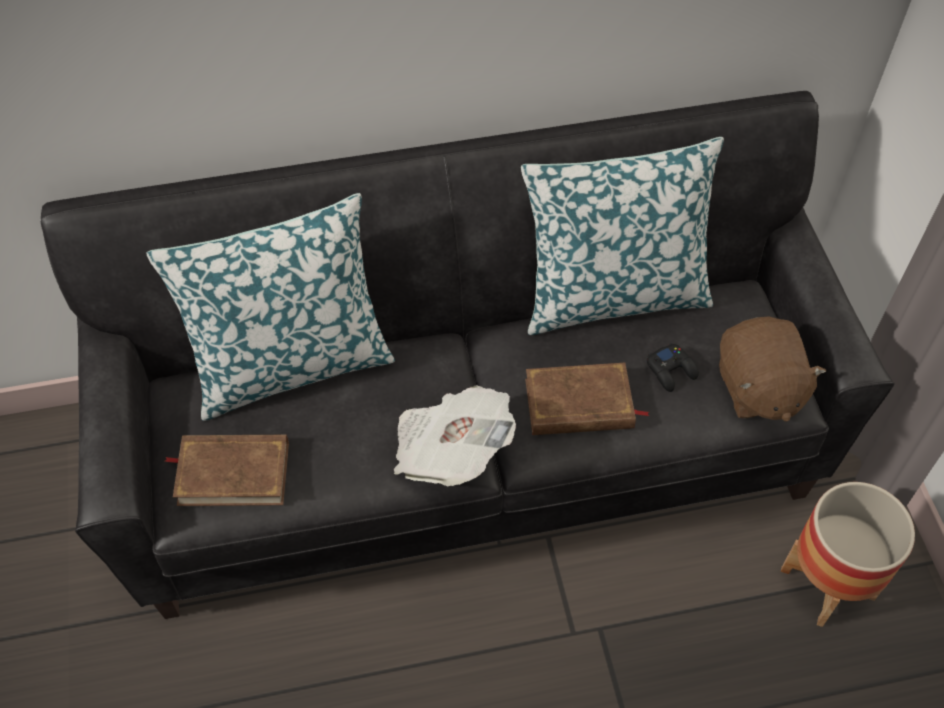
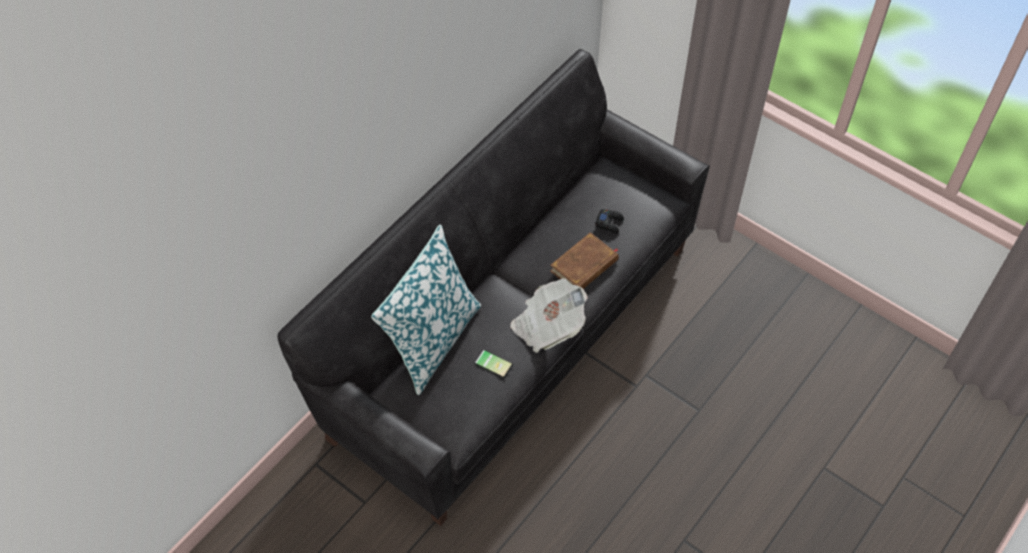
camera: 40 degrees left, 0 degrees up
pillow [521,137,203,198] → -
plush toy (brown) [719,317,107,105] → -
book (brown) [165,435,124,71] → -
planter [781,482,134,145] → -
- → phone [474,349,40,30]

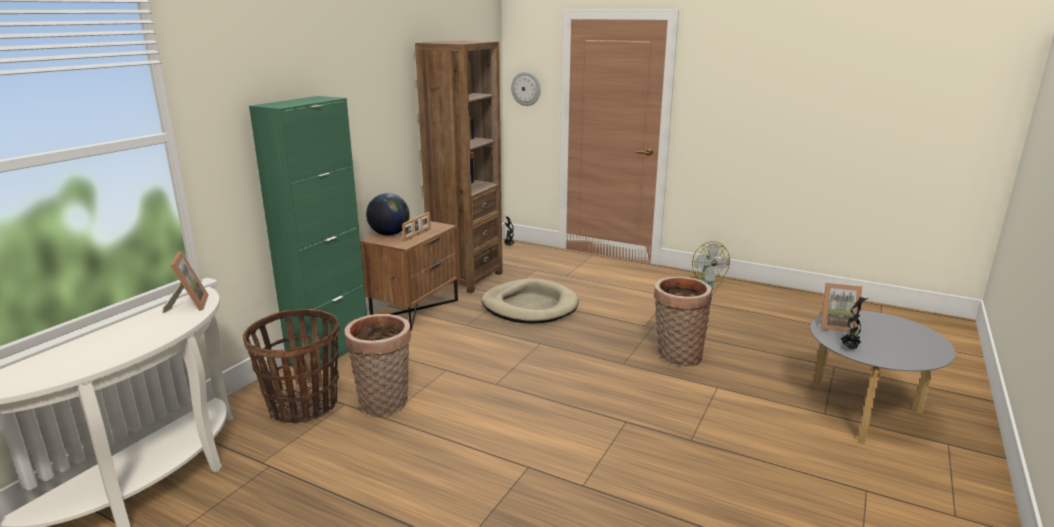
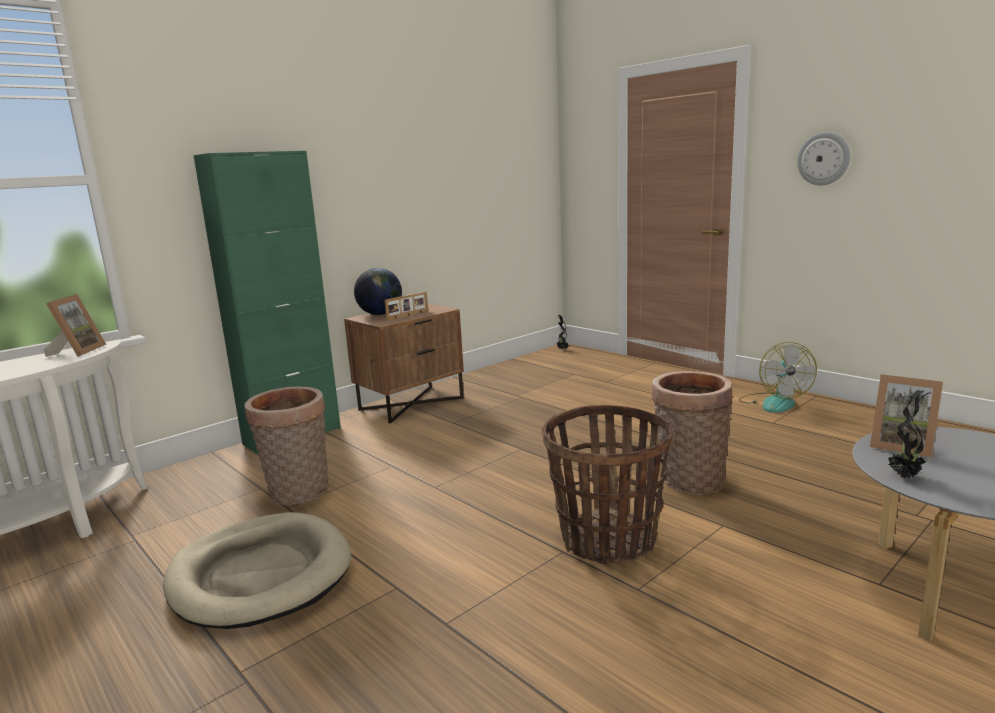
camera: 20 degrees right, 5 degrees down
bookcase (brown) [415,40,88,253] → -
wall clock [511,72,30,34] → wall clock [797,132,53,53], moved
dog bed (beige) [481,279,98,45] → dog bed (beige) [163,512,188,117], moved
basket [243,309,97,114] → basket [542,405,132,159], moved

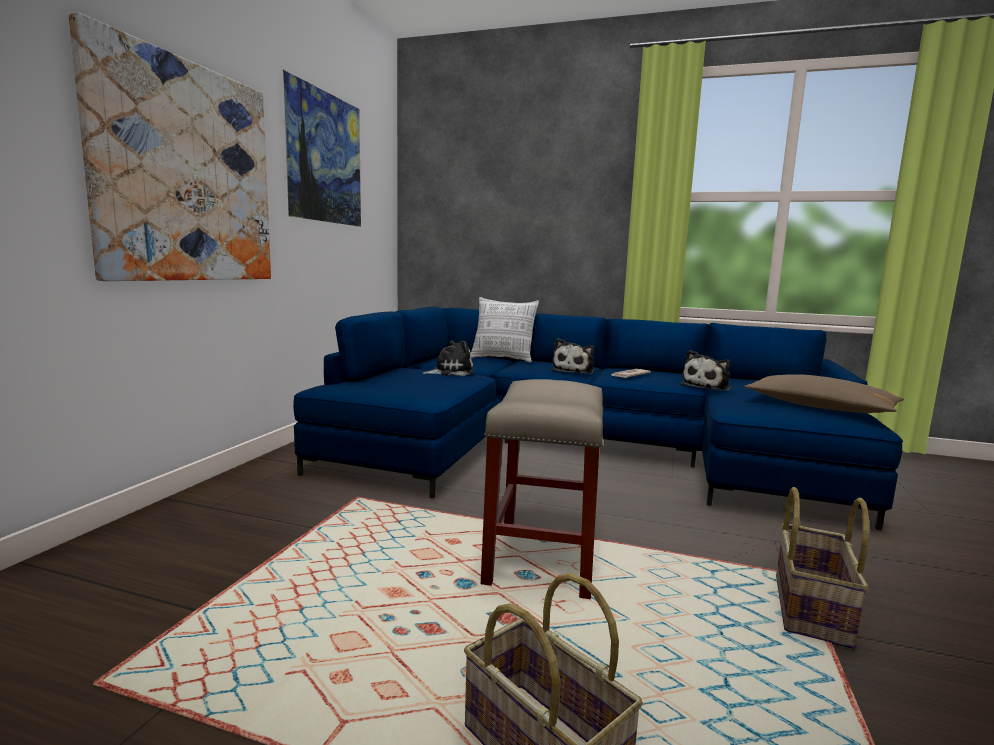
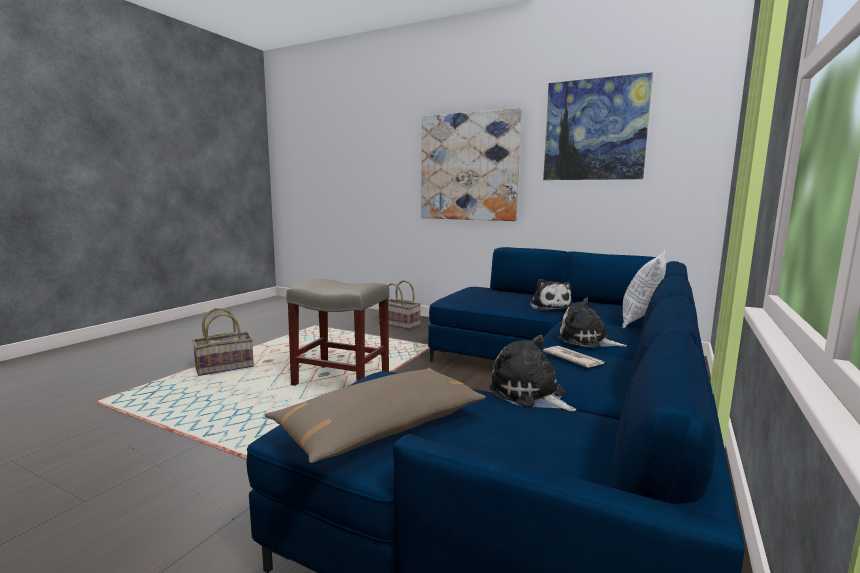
camera: 100 degrees right, 0 degrees up
basket [776,487,93,162] → basket [379,280,42,50], moved

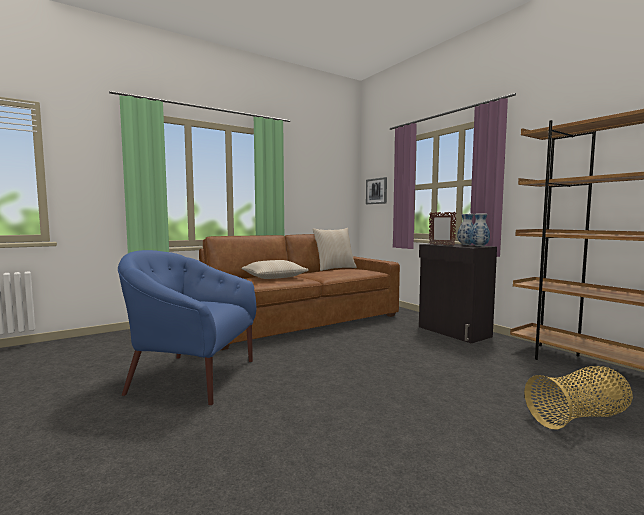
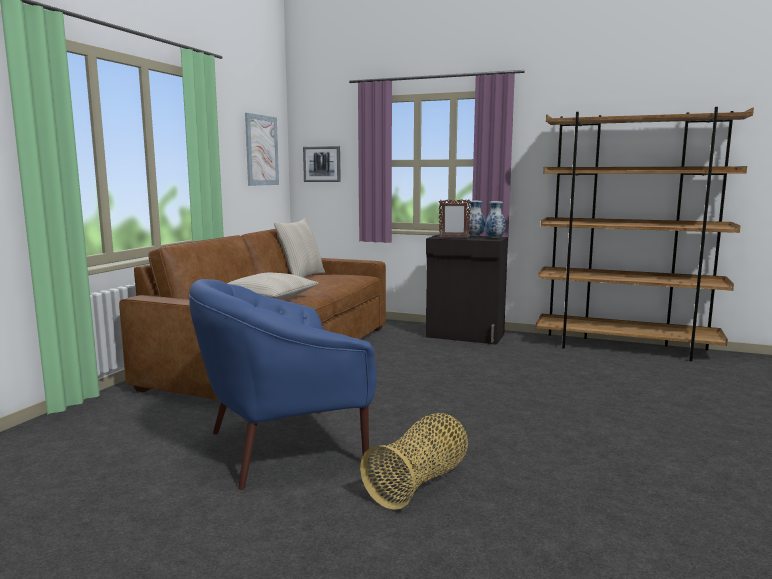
camera: 35 degrees left, 5 degrees up
basket [524,366,109,63] → basket [360,413,108,97], moved
- → picture [245,113,34,73]

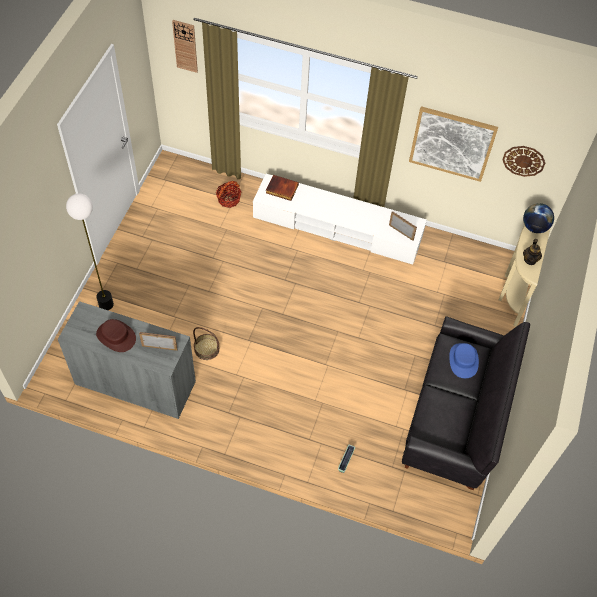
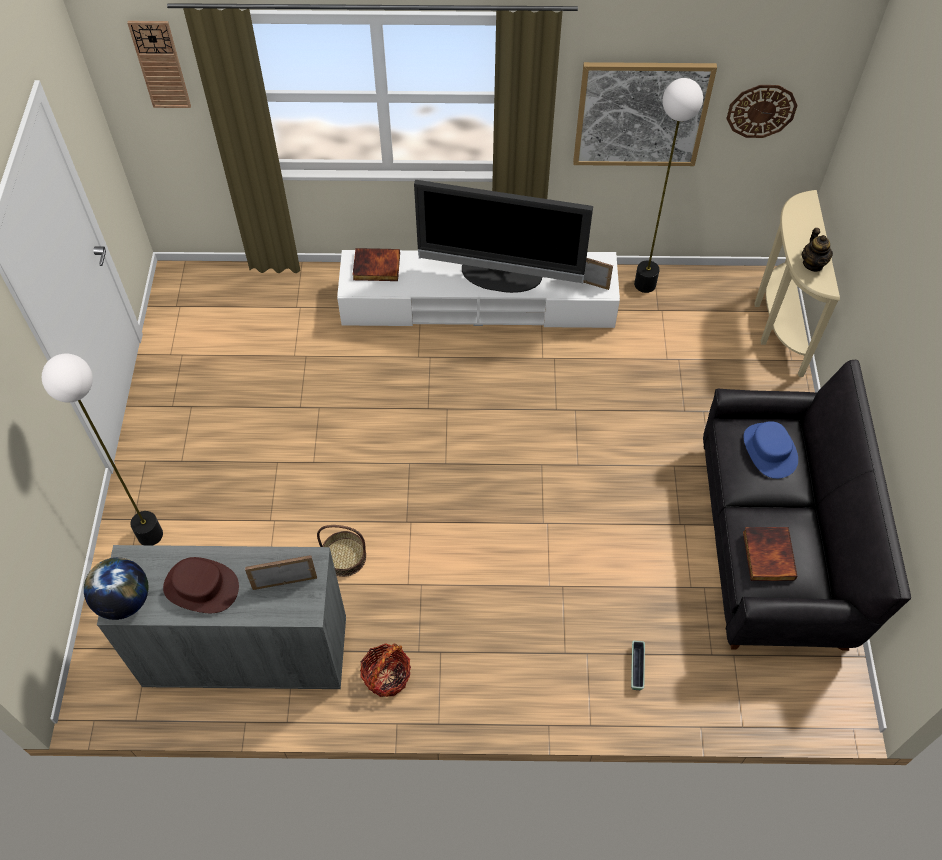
camera: 15 degrees left, 0 degrees up
basket [216,181,25,27] → basket [360,643,51,54], moved
globe [523,203,31,30] → globe [84,557,64,63], moved
- → floor lamp [634,78,69,215]
- → television [414,180,179,113]
- → book [743,527,54,54]

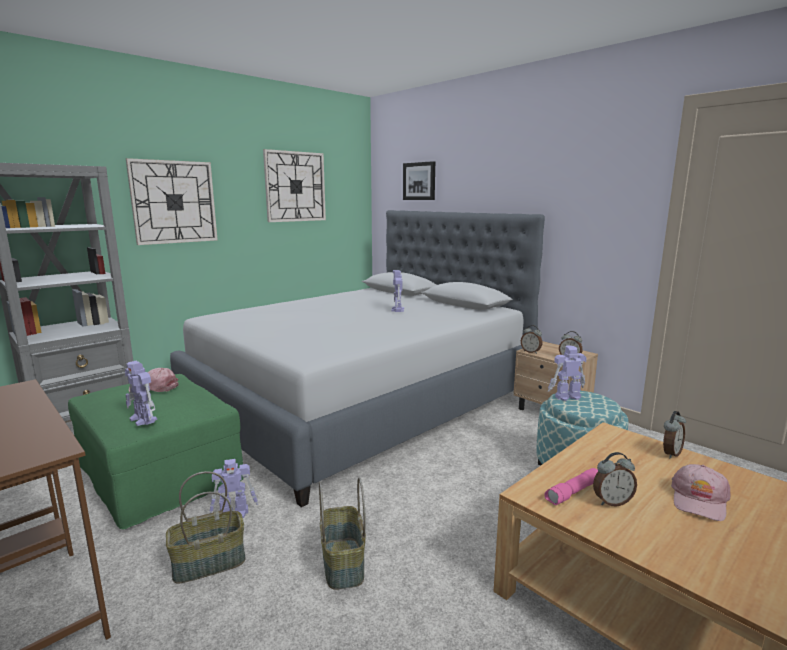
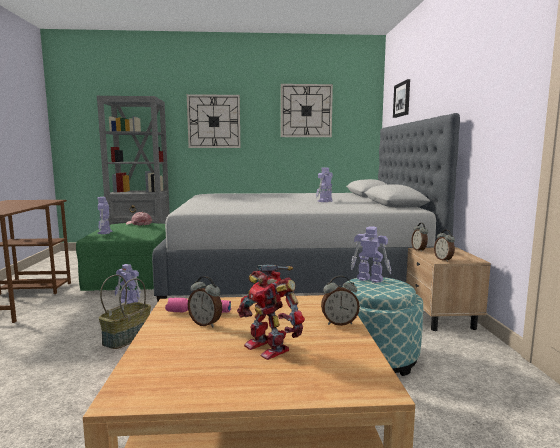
camera: 40 degrees right, 5 degrees down
cap (pink) [671,464,59,57] → toy robot [237,265,68,95]
basket [166,471,79,112] → -

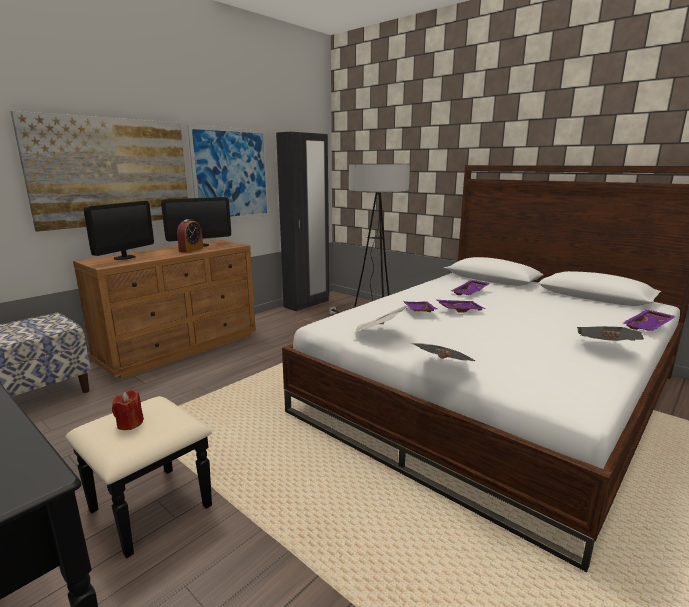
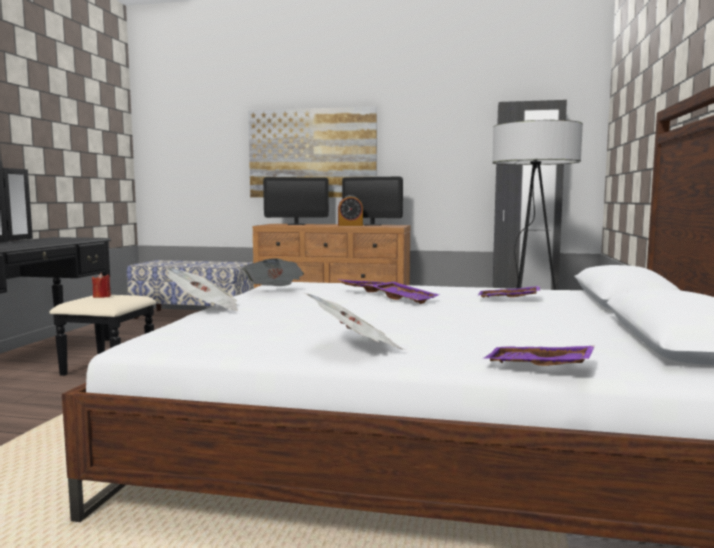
camera: 60 degrees right, 10 degrees down
picture [187,125,83,95] → -

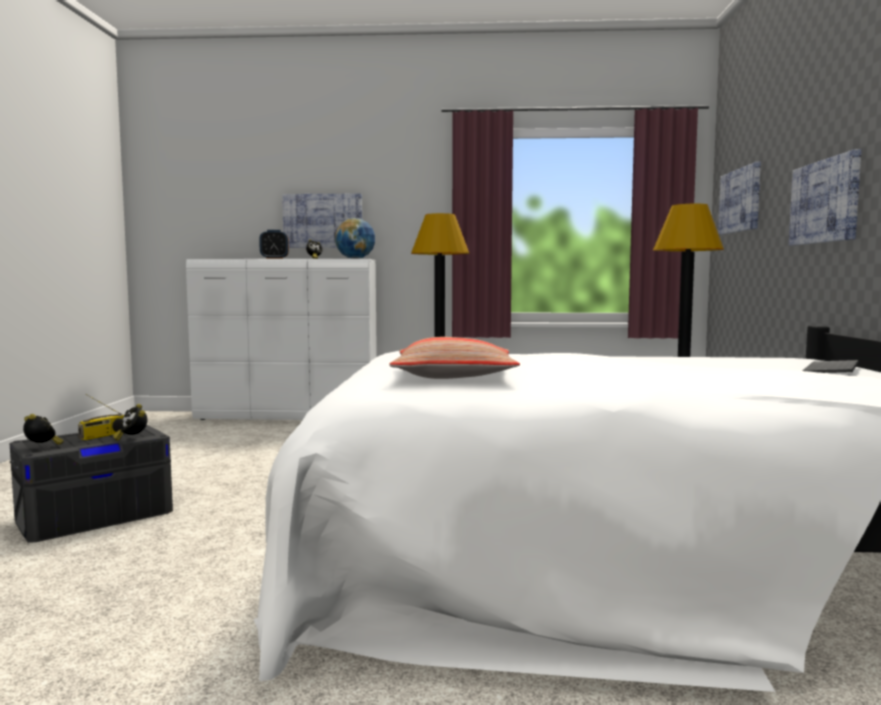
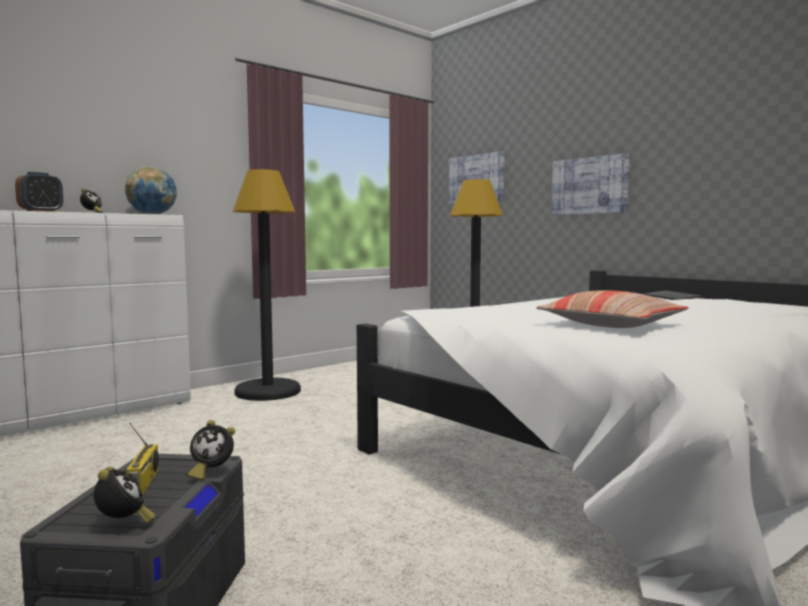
camera: 45 degrees left, 0 degrees up
picture [282,194,80,54] → -
alarm clock [23,414,41,31] → alarm clock [94,466,62,58], 75 degrees clockwise

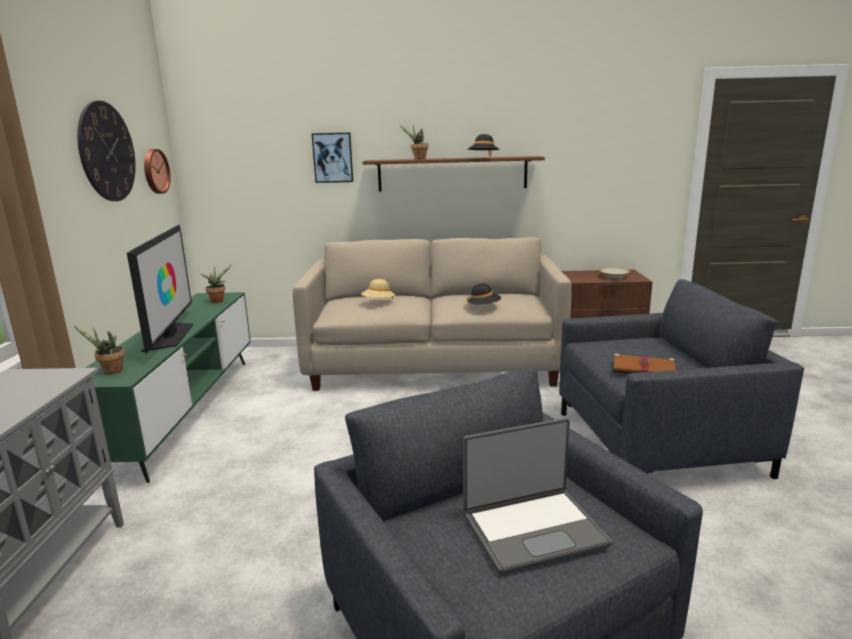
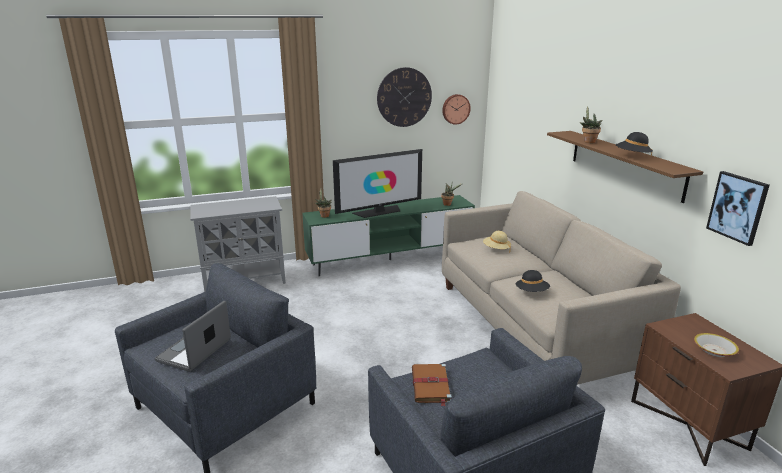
camera: 70 degrees right, 5 degrees up
picture [311,133,42,50] → picture [706,171,63,75], moved
laptop [463,418,149,157] → laptop [155,301,76,71], 60 degrees clockwise

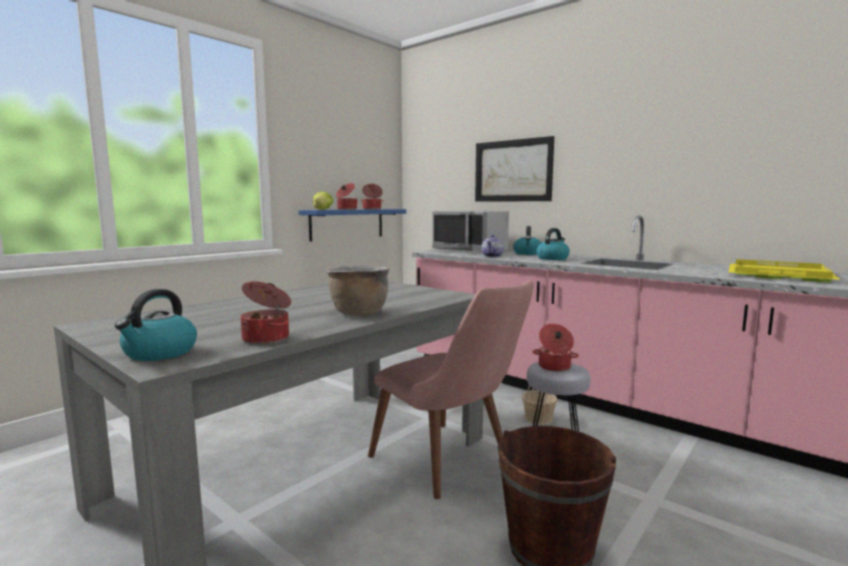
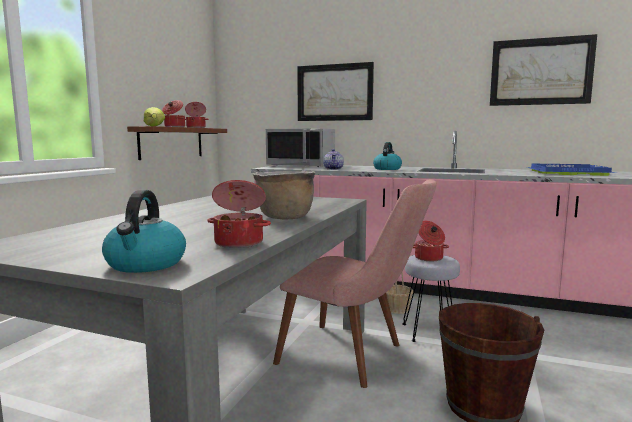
camera: 20 degrees left, 0 degrees up
shelf (blue) [299,209,107,32] → shelf (brown) [127,126,100,34]
kettle [513,226,28,29] → -
tray (yellow) [729,259,112,23] → tray (blue) [527,164,89,12]
- → picture [490,34,107,72]

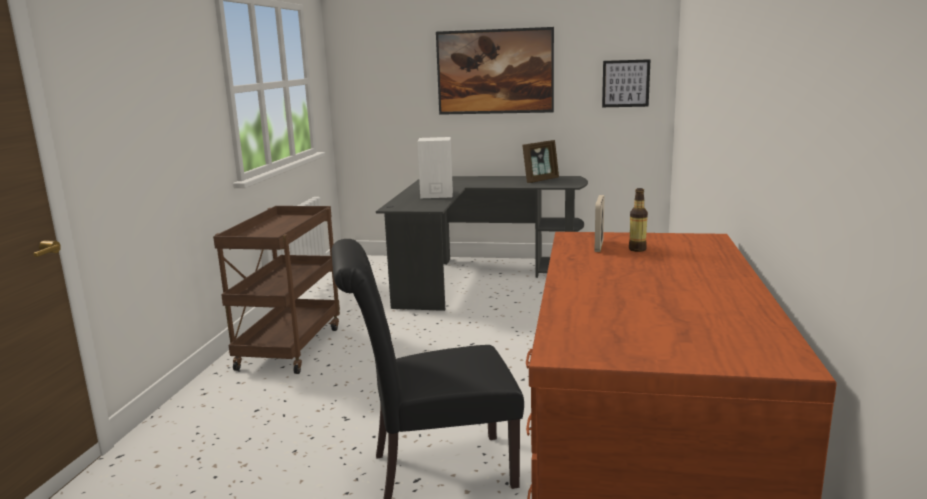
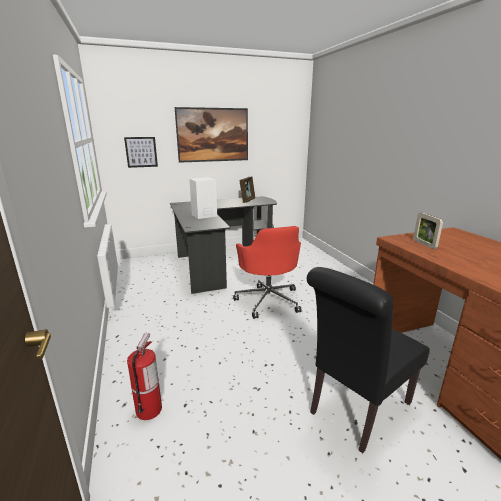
camera: 30 degrees left, 5 degrees up
picture [602,59,49,48] → picture [124,137,34,31], moved
bottle [629,188,19,64] → -
cart (brown) [213,206,127,168] → -
- → office chair (red) [233,226,69,93]
- → fire extinguisher [127,333,35,87]

